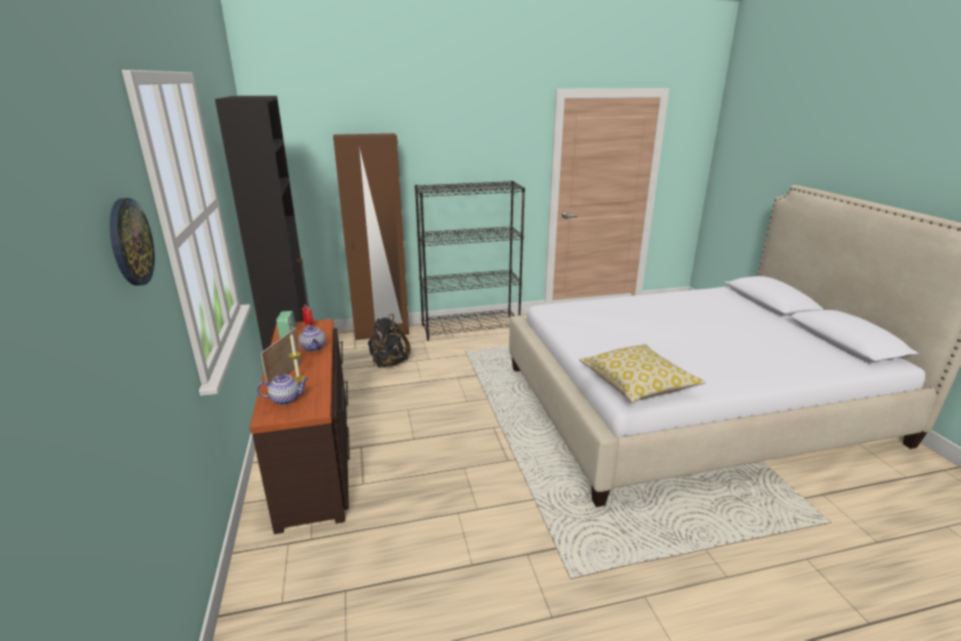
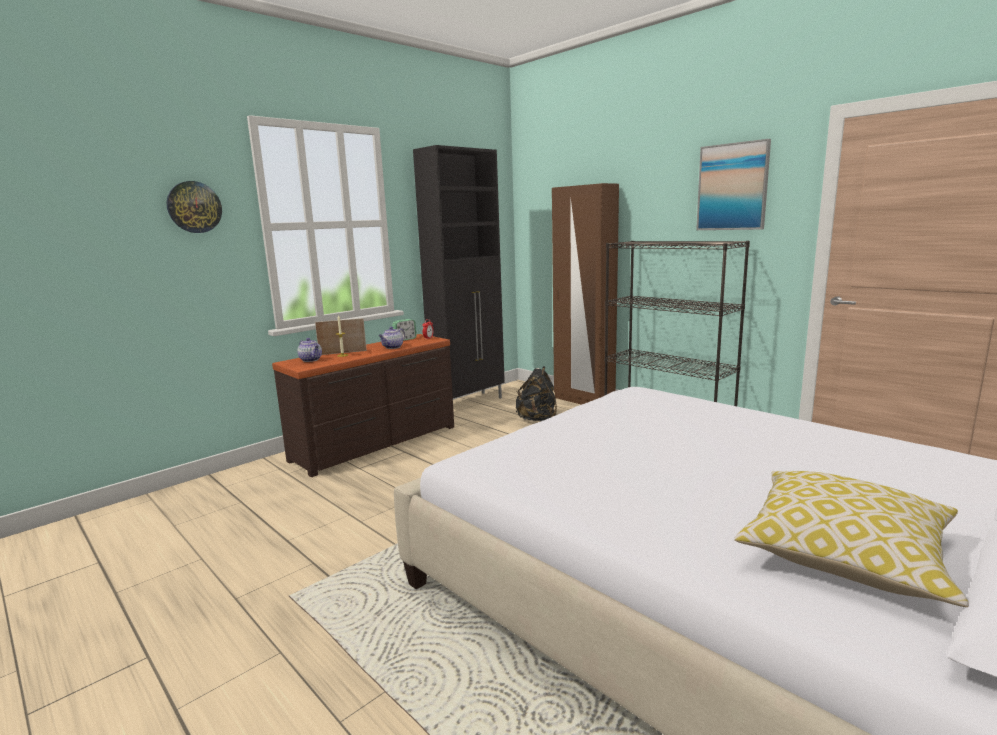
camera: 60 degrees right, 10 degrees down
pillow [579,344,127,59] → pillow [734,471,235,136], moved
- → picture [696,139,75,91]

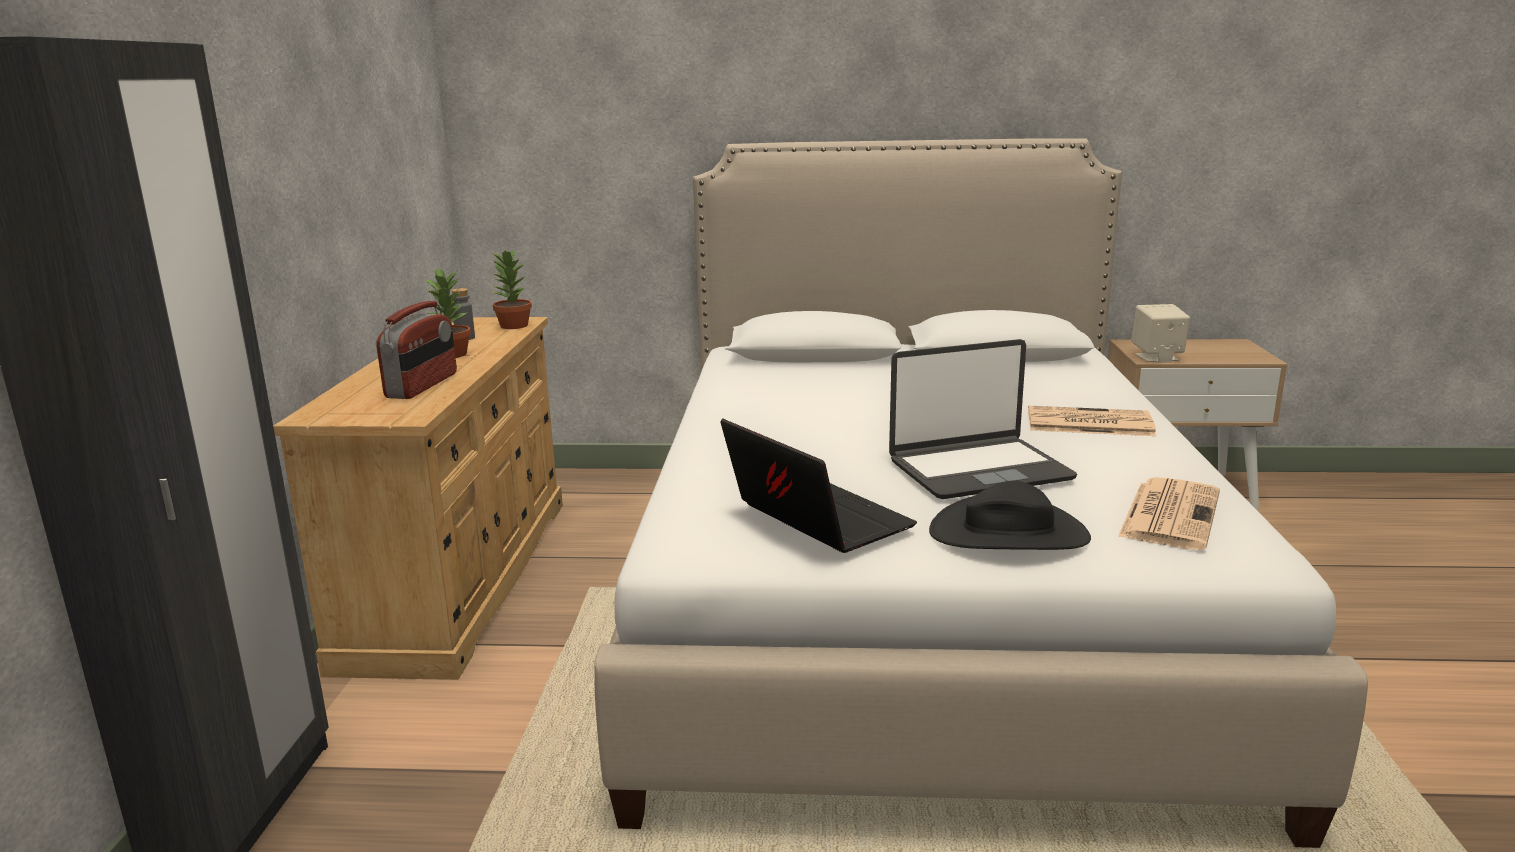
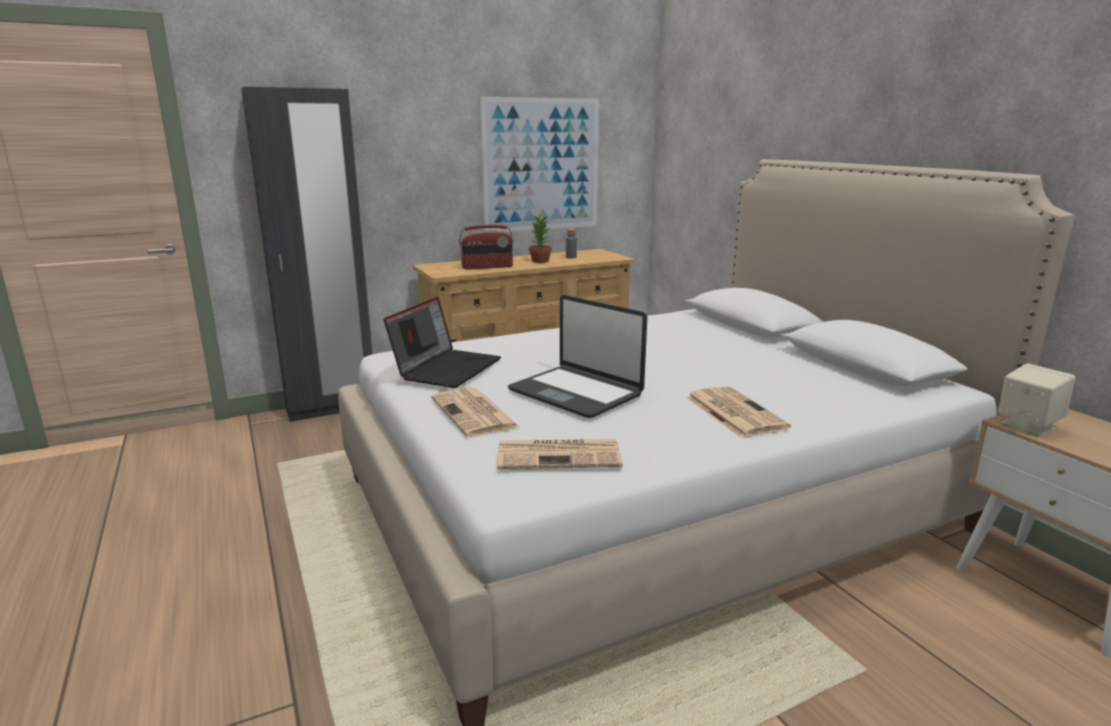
camera: 60 degrees right, 0 degrees up
potted plant [491,249,41,80] → -
hat (black) [929,480,162,70] → newspaper [431,387,89,50]
- → picture [480,97,119,135]

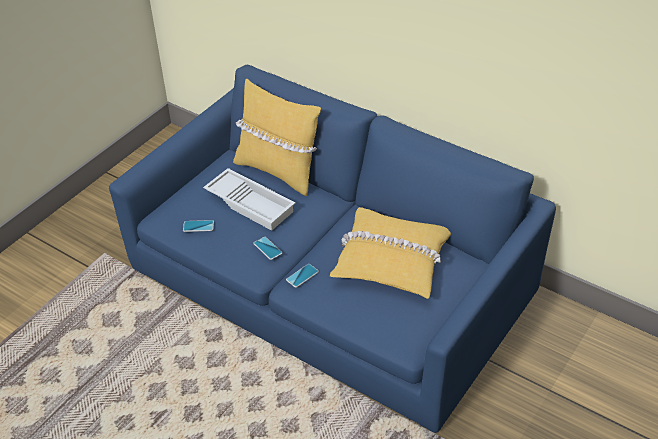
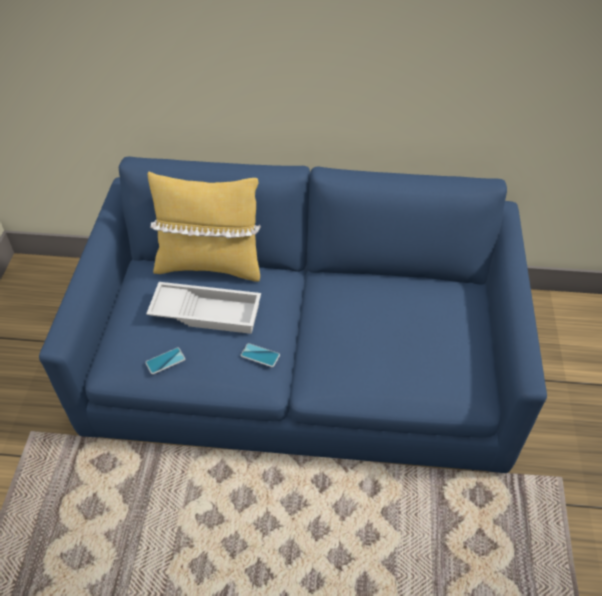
camera: 30 degrees left, 5 degrees up
pillow (yellow) [330,207,121,92] → -
phone [286,264,33,24] → -

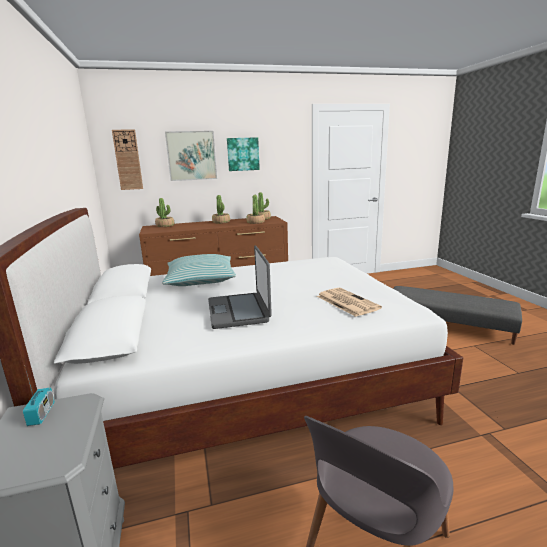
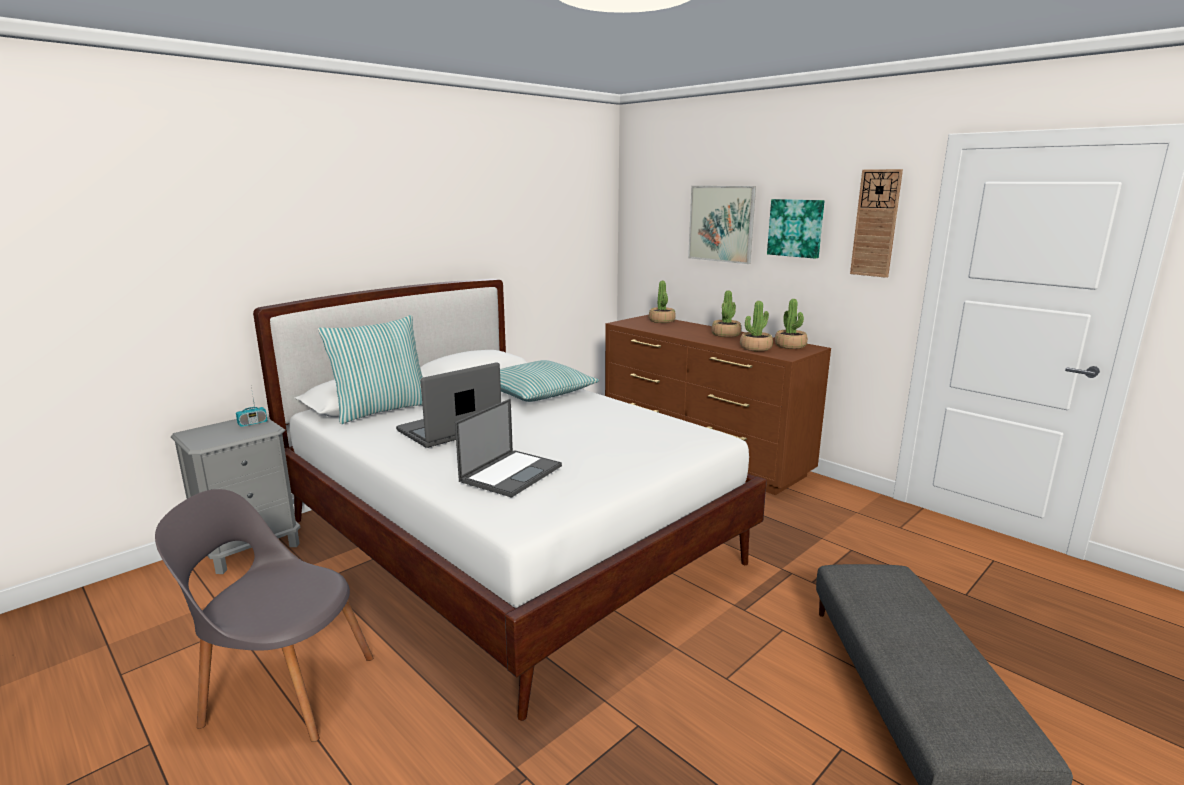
camera: 60 degrees right, 0 degrees up
wall clock [112,129,31,61] → wall clock [850,169,53,109], moved
newspaper [317,288,65,29] → laptop [455,399,107,99]
- → pillow [318,315,105,109]

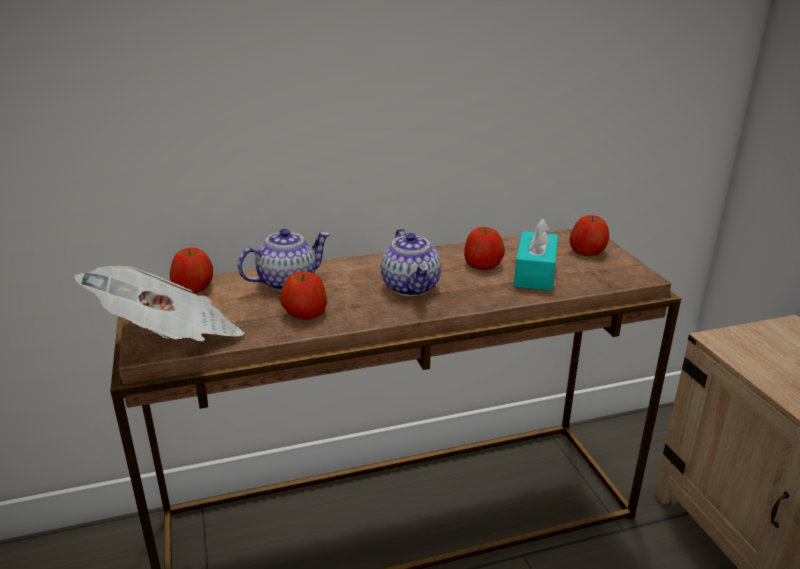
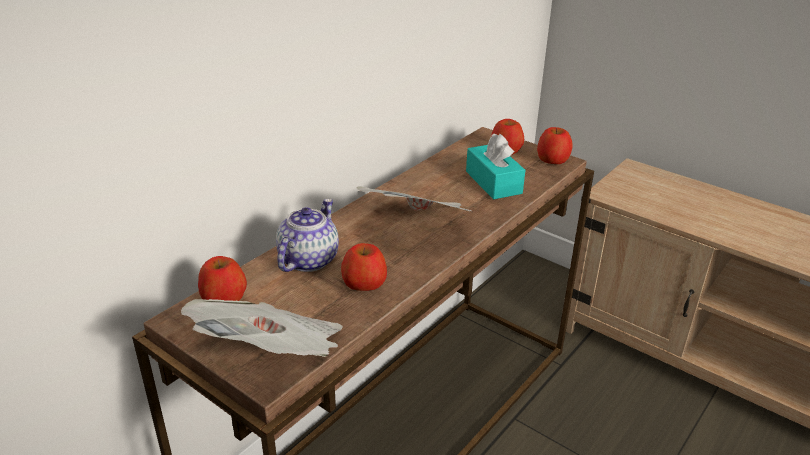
camera: 35 degrees left, 5 degrees up
apple [464,227,41,43] → apple [537,127,36,37], moved
teapot [381,229,60,67] → newspaper [357,186,115,26]

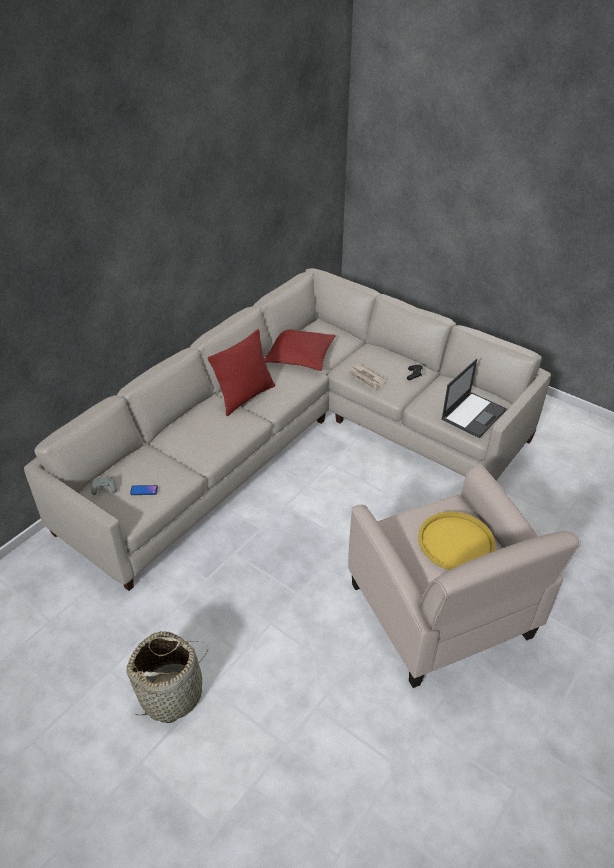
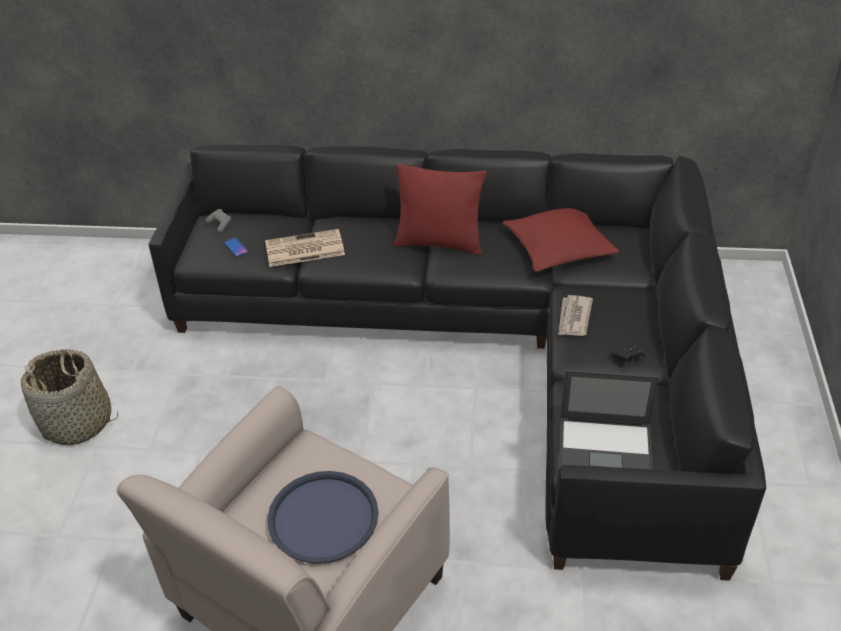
camera: 60 degrees right, 0 degrees up
sofa (beige) [24,268,527,323] → sofa (black) [149,144,617,437]
tray (yellow) [418,511,78,59] → tray (blue) [267,471,112,93]
- → newspaper [265,229,80,38]

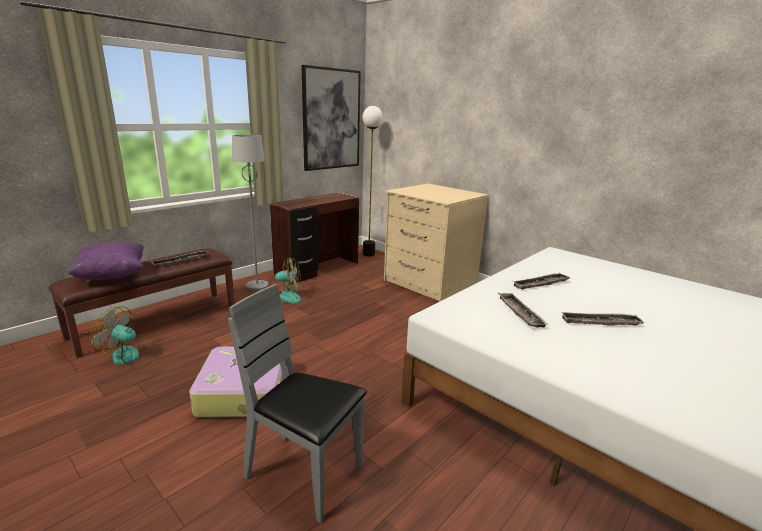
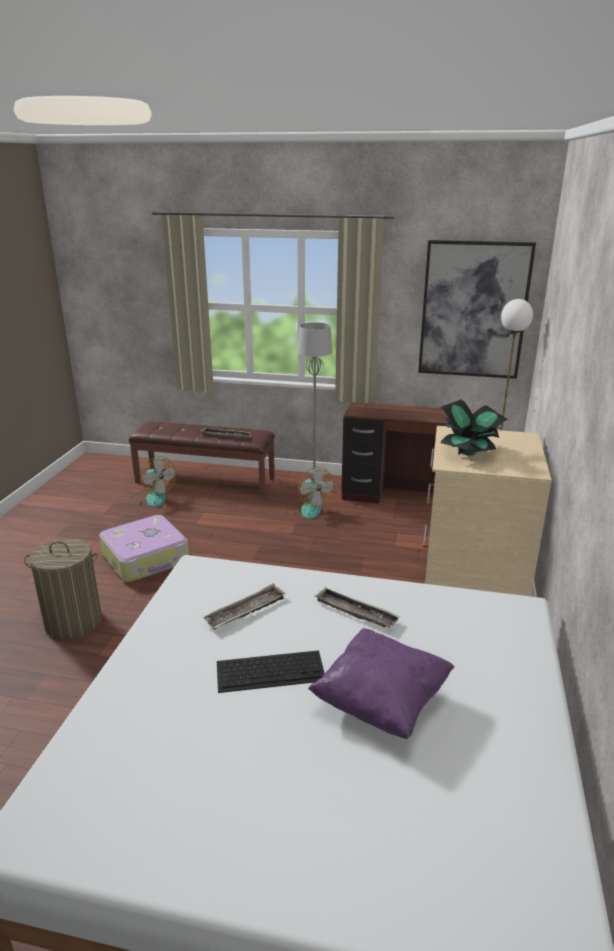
camera: 60 degrees right, 5 degrees up
pillow (purple) [68,242,76,38] → pillow (purple) [308,628,146,111], moved
chair (grey) [228,284,139,239] → laundry basket [24,538,78,101]
fan [90,306,72,61] → fan [129,456,47,52], 150 degrees clockwise
tray [561,312,84,14] → keyboard [217,650,108,43]
- → potted plant [440,399,68,57]

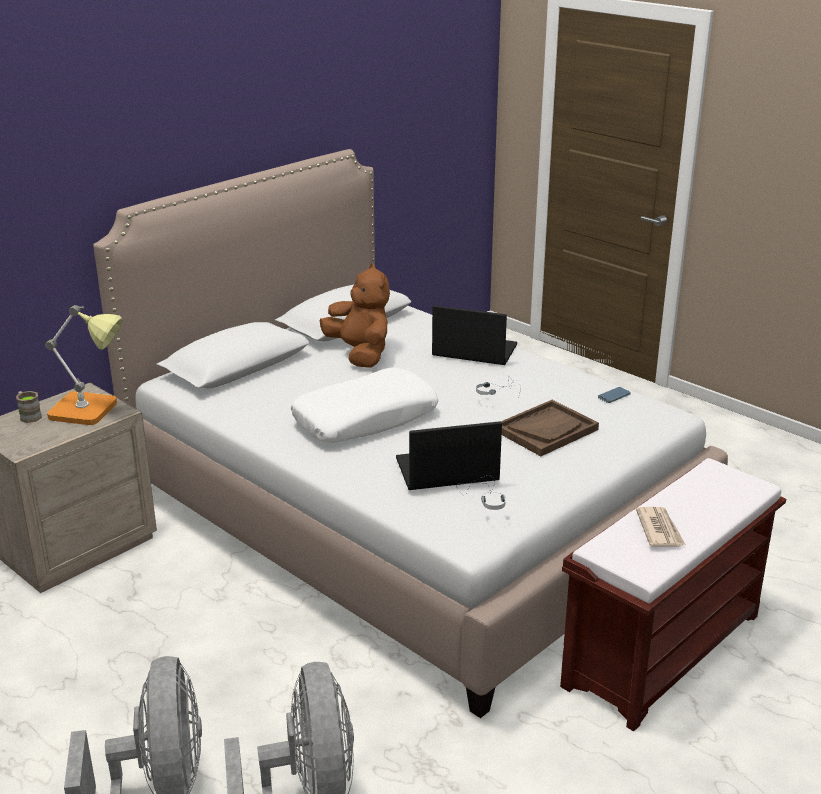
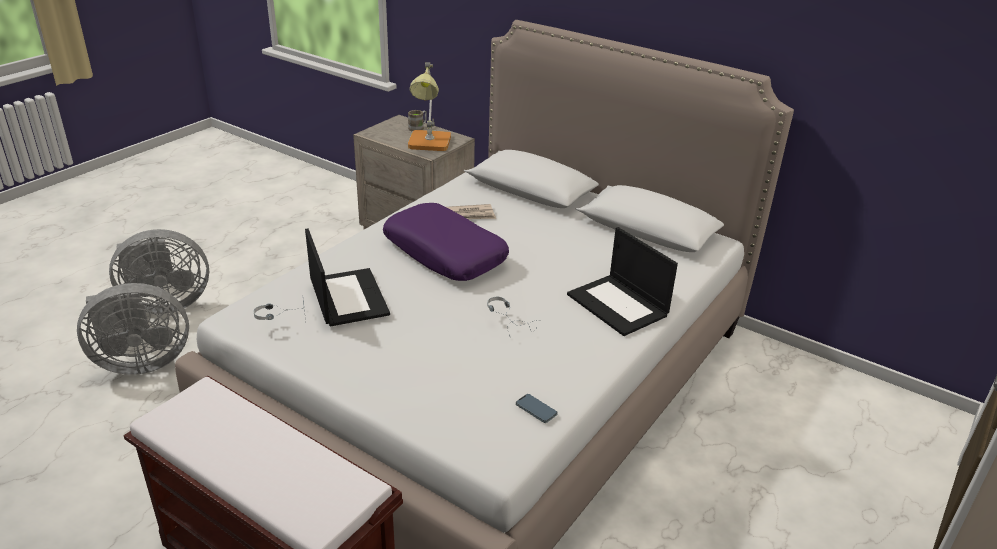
camera: 80 degrees right, 5 degrees up
plush toy (brown) [320,263,70,105] → -
laptop [432,305,85,60] → laptop [567,227,111,109], 135 degrees clockwise
pillow (white) [291,368,147,75] → pillow (purple) [383,203,126,78]
tray (brown) [501,400,98,56] → -
newspaper [636,507,50,40] → newspaper [446,204,50,15], moved

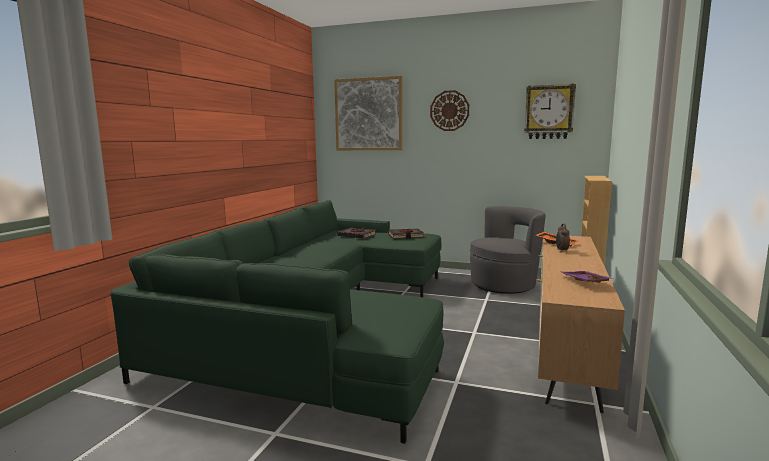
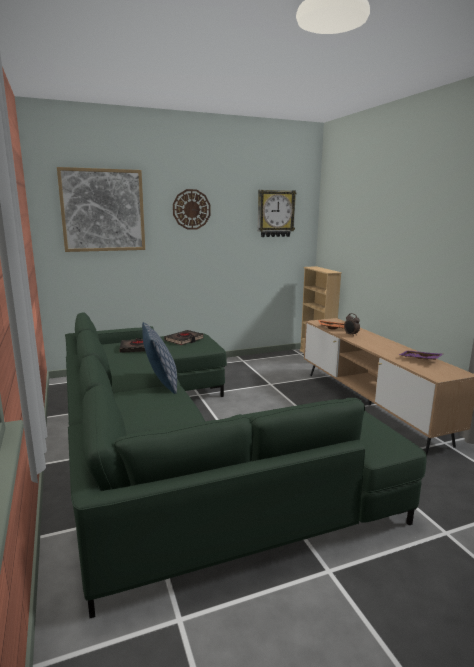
camera: 40 degrees left, 5 degrees up
armchair (grey) [470,206,75,88] → -
- → pillow [142,322,35,72]

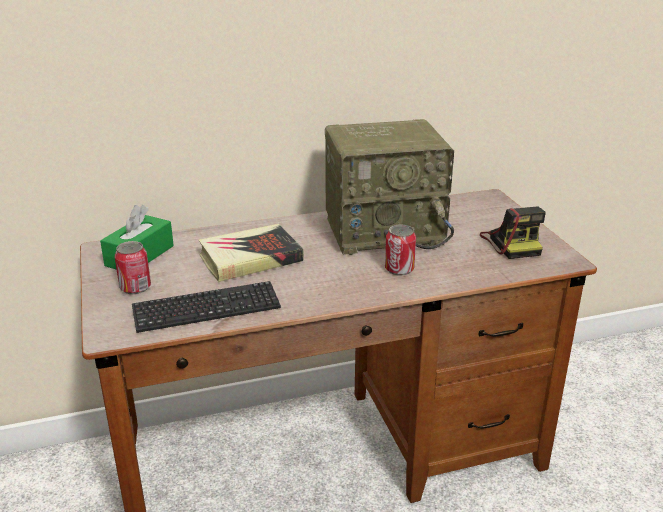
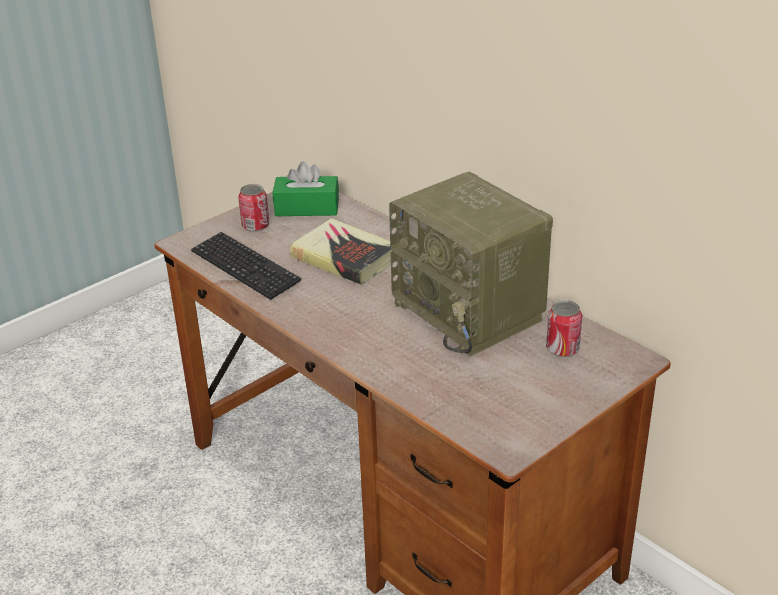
camera: 65 degrees right, 5 degrees up
photo camera [480,207,66,52] → -
can [385,225,31,51] → can [546,300,36,57], moved

